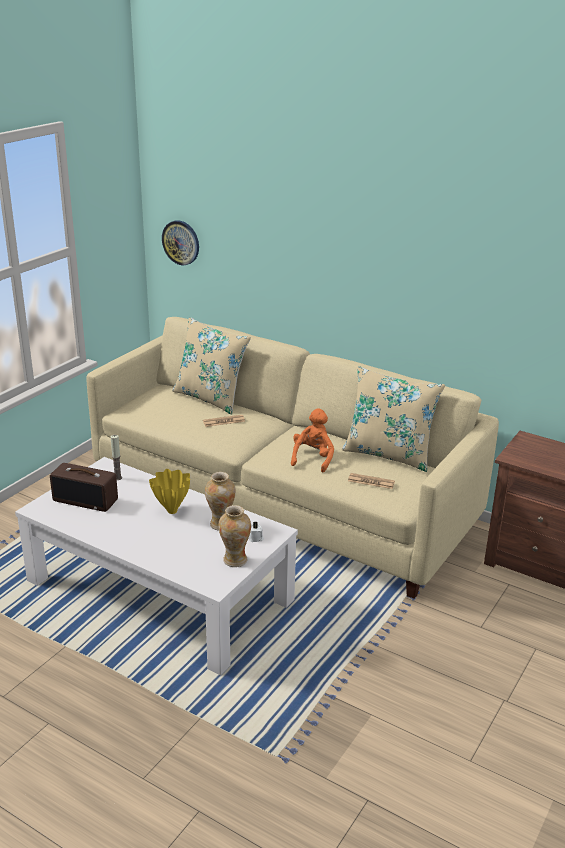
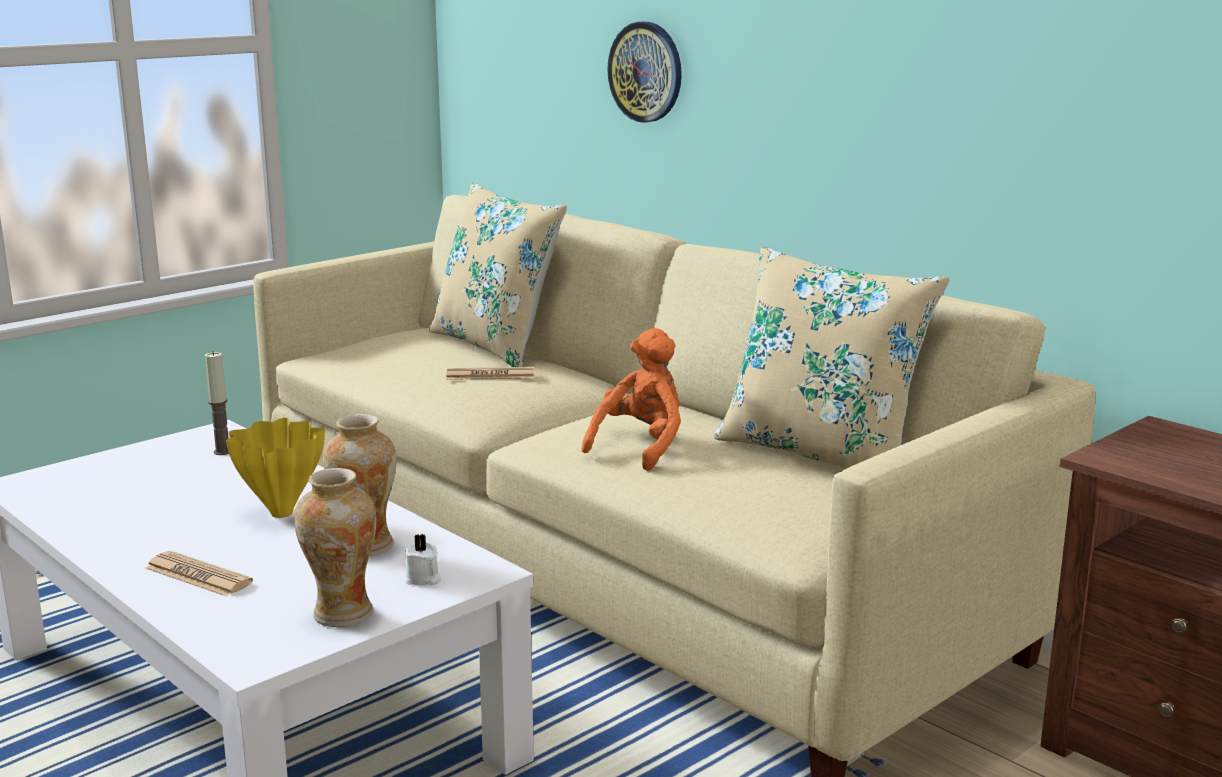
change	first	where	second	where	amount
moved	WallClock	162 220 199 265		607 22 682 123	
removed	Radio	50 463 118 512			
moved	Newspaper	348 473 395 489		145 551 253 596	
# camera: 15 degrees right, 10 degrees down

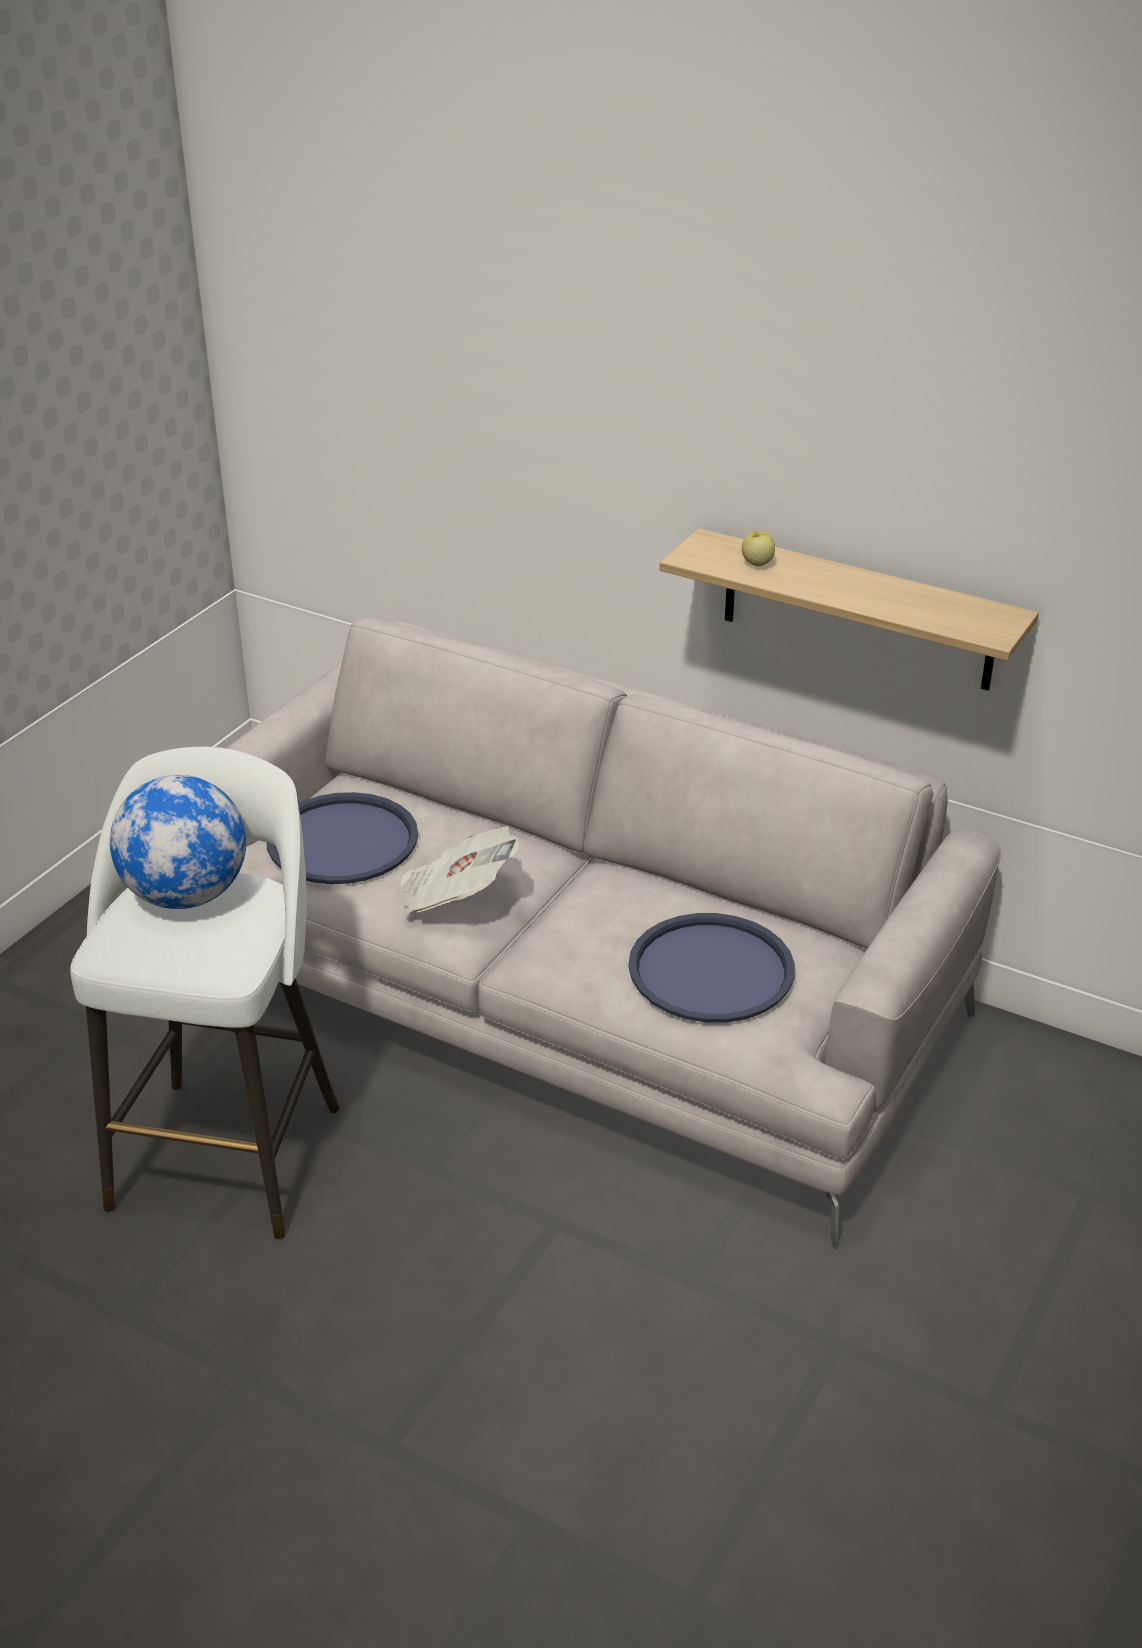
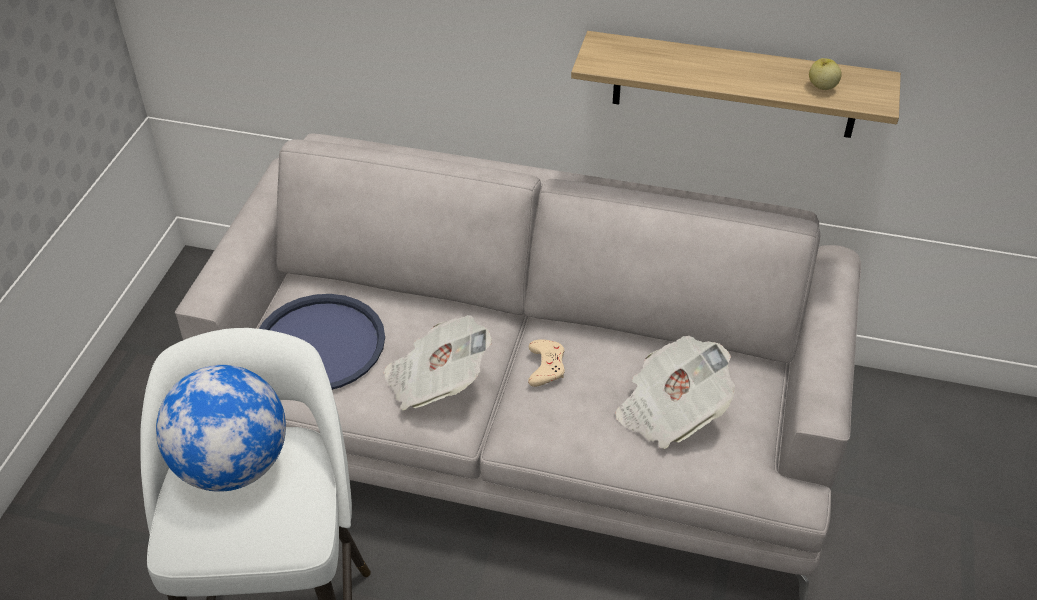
change	first	where	second	where	amount
moved	Apple	742 531 775 566		809 58 842 90	
replaced	BlueTray	628 913 795 1023	Newspaper	615 336 735 449	
added			BeigeGameController	528 339 565 387	
# camera: 15 degrees left, 10 degrees up

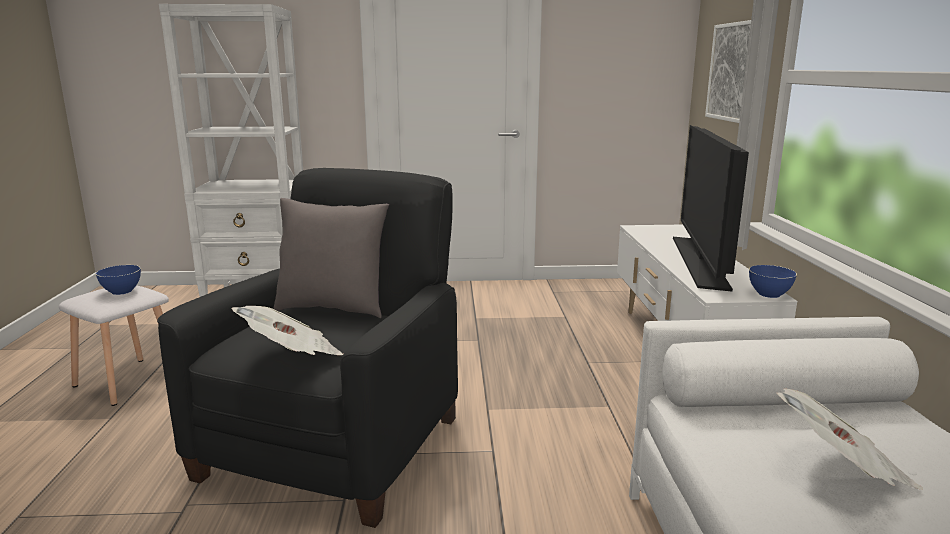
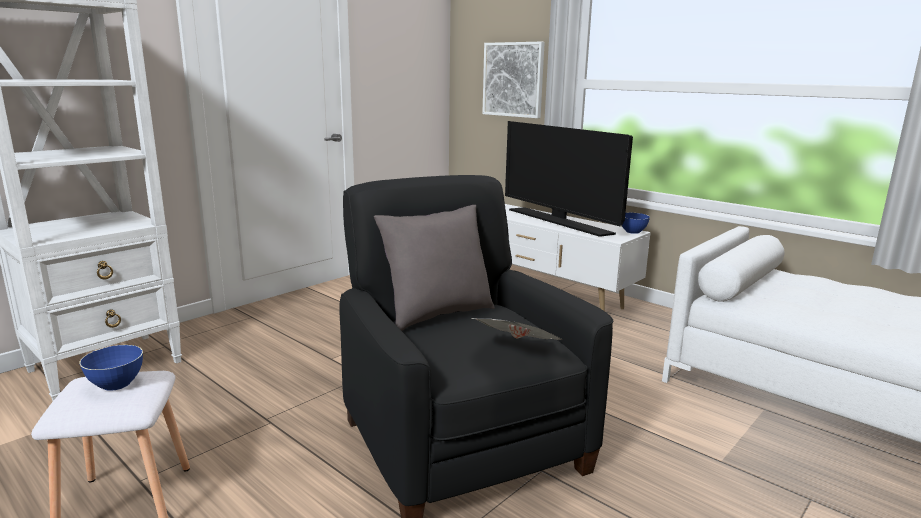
change	first	where	second	where	amount
removed	Newspaper	776 389 923 490			
# camera: 45 degrees left, 0 degrees up

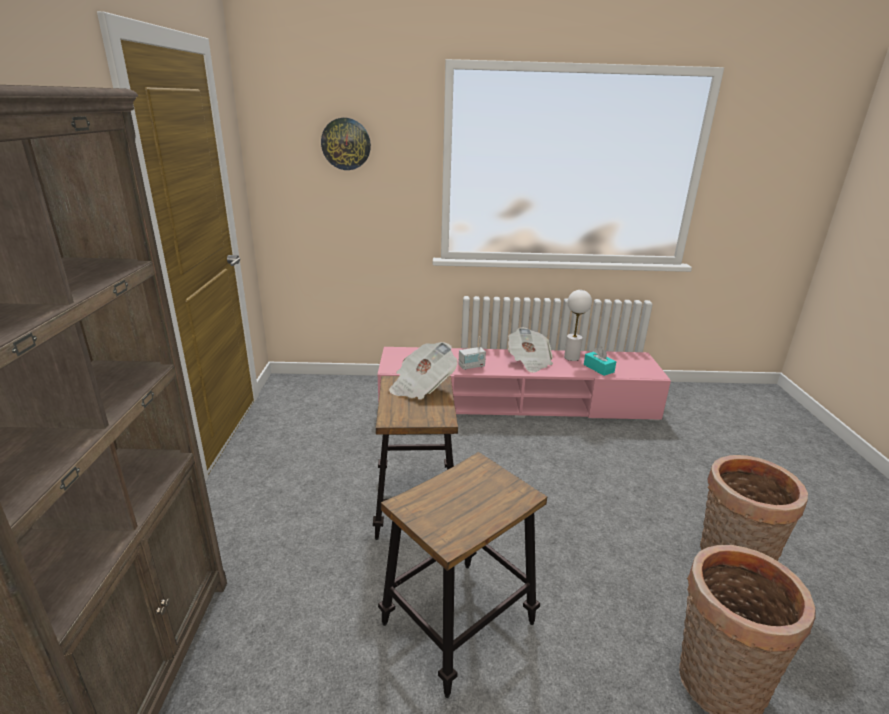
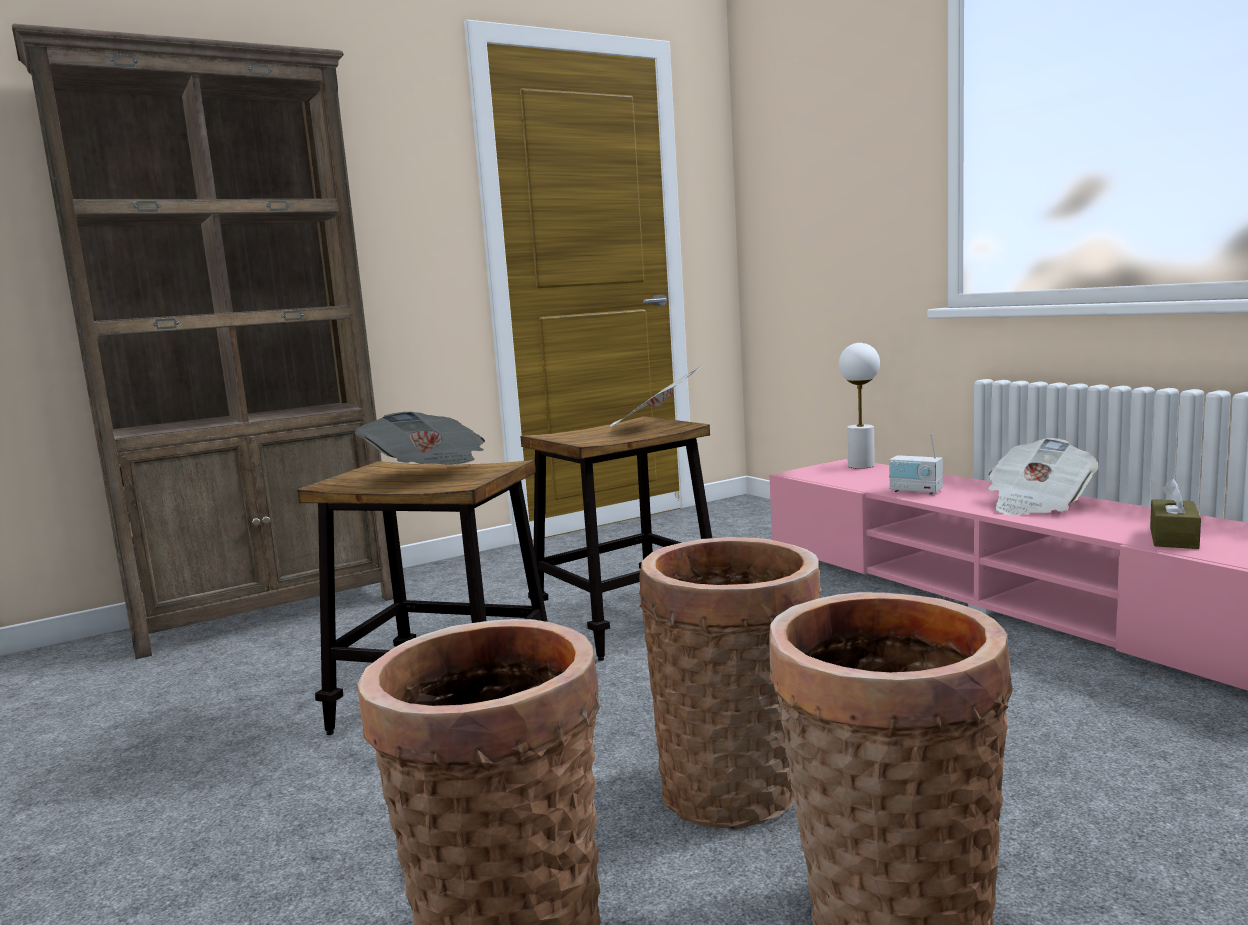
change	first	where	second	where	amount
removed	WallClock	321 118 371 170			
moved	WhiteTableLamp	564 290 592 361		839 343 880 469	
recoloured	TurquoiseTissueBox	584 347 616 376	BrownTissueBox	1150 479 1201 549	
added			Newspaper	355 412 485 465	
added			Basket	639 537 822 829	
# camera: 60 degrees right, 15 degrees down

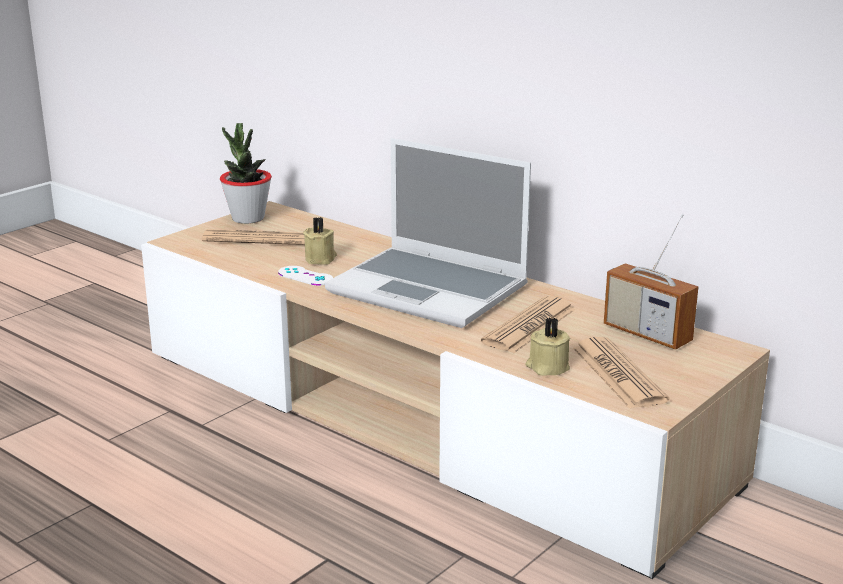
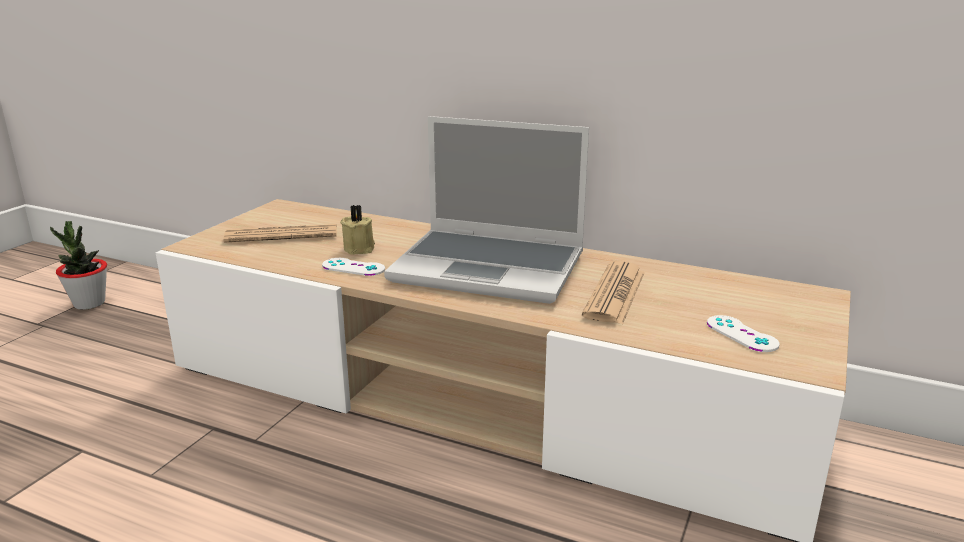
change	first	where	second	where	amount
moved	PottedPlant	220 123 272 224		50 221 107 310	
removed	Radio	604 214 698 349			
removed	BeigeCandle	526 317 570 376			
replaced	Newspaper	573 337 669 409	WhiteGameController	707 315 780 352	
# camera: 15 degrees left, 0 degrees up

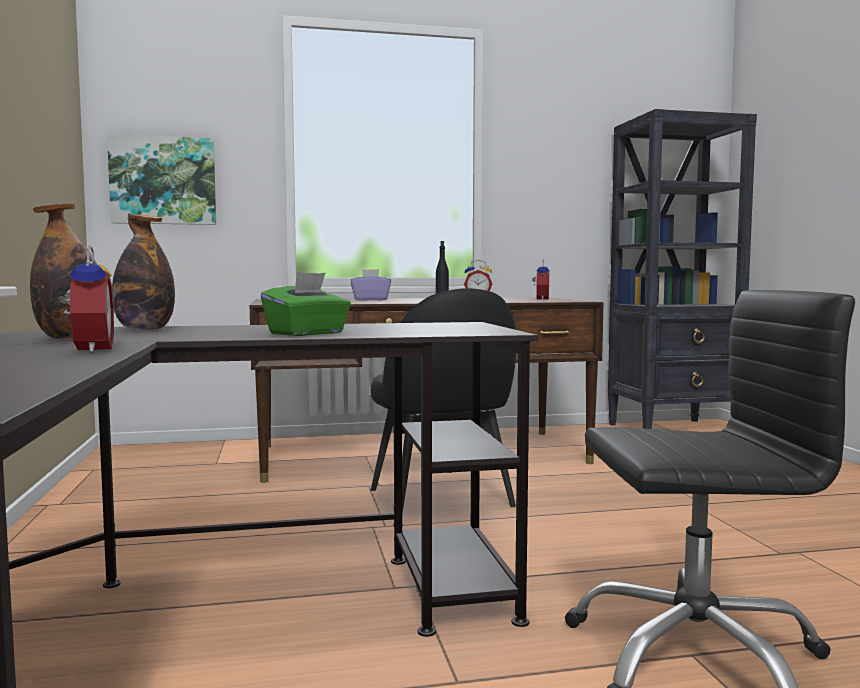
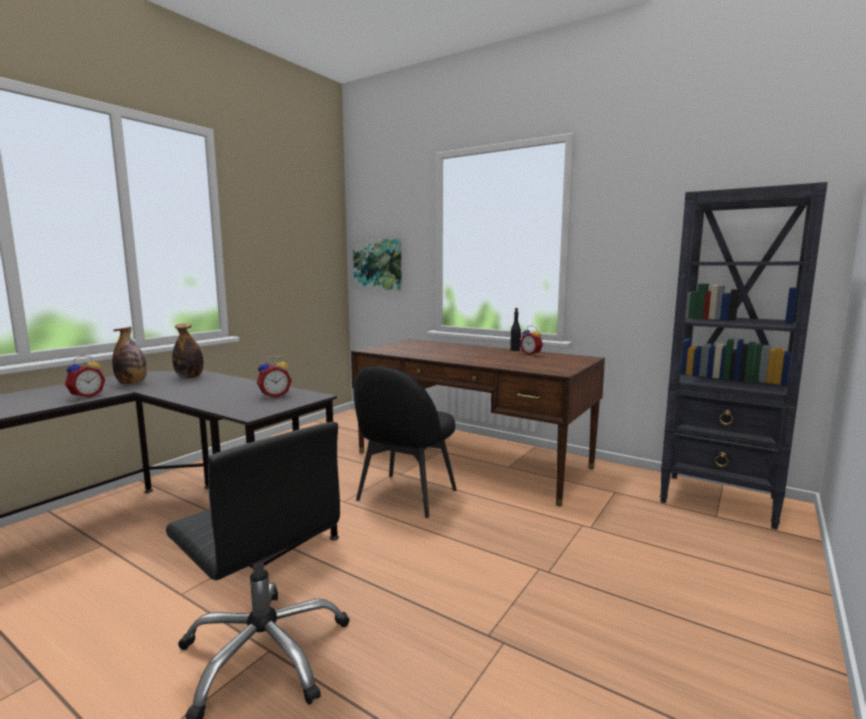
change	first	where	second	where	amount
moved	AlarmClock	532 259 549 300		257 355 292 398	
removed	PurpleTissueBox	351 269 391 301			
removed	GreenTissueBox	261 272 351 336			
# camera: 45 degrees right, 5 degrees up

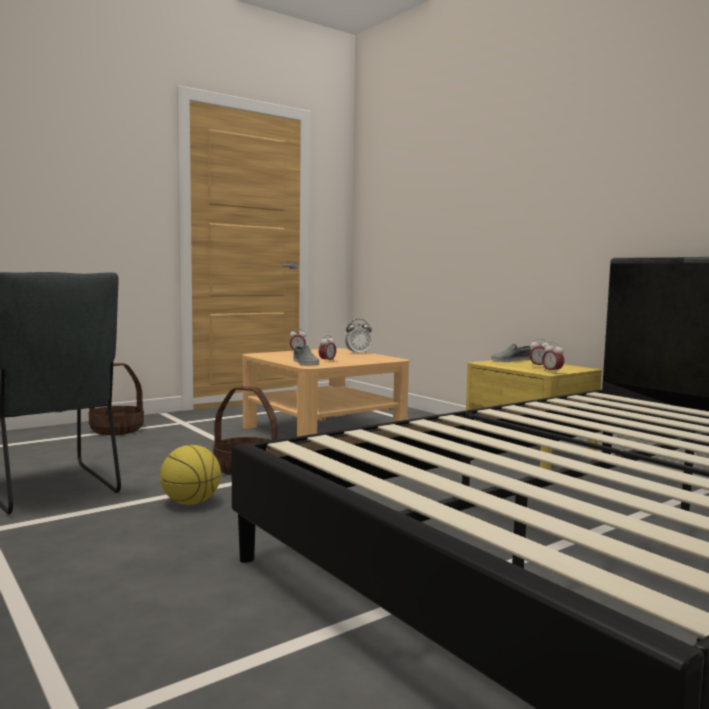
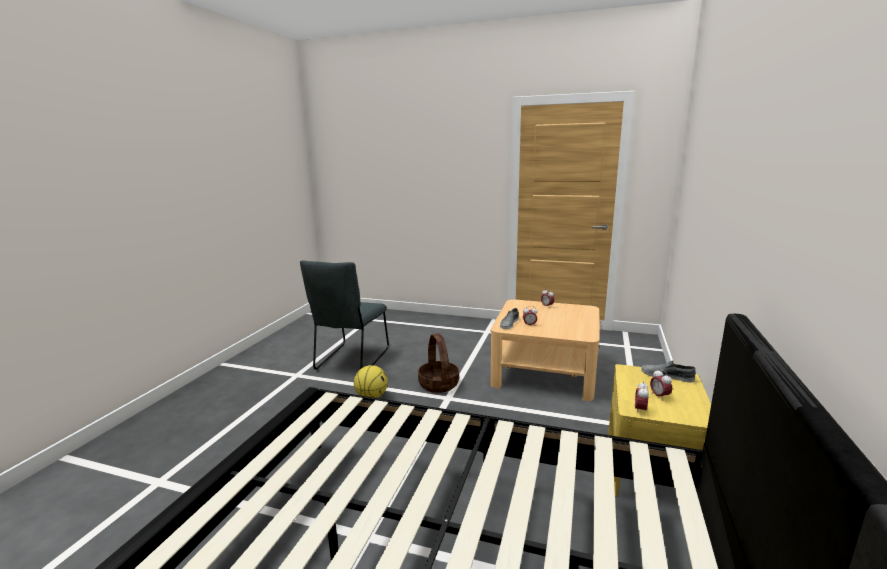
change	first	where	second	where	amount
removed	AlarmClock	345 319 372 355			
removed	Basket	89 363 144 435			
# camera: 55 degrees right, 10 degrees up

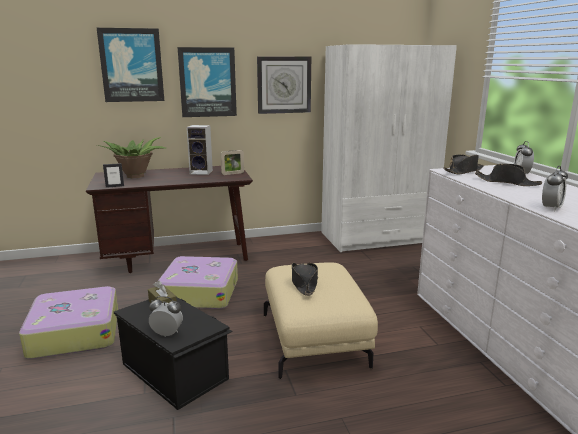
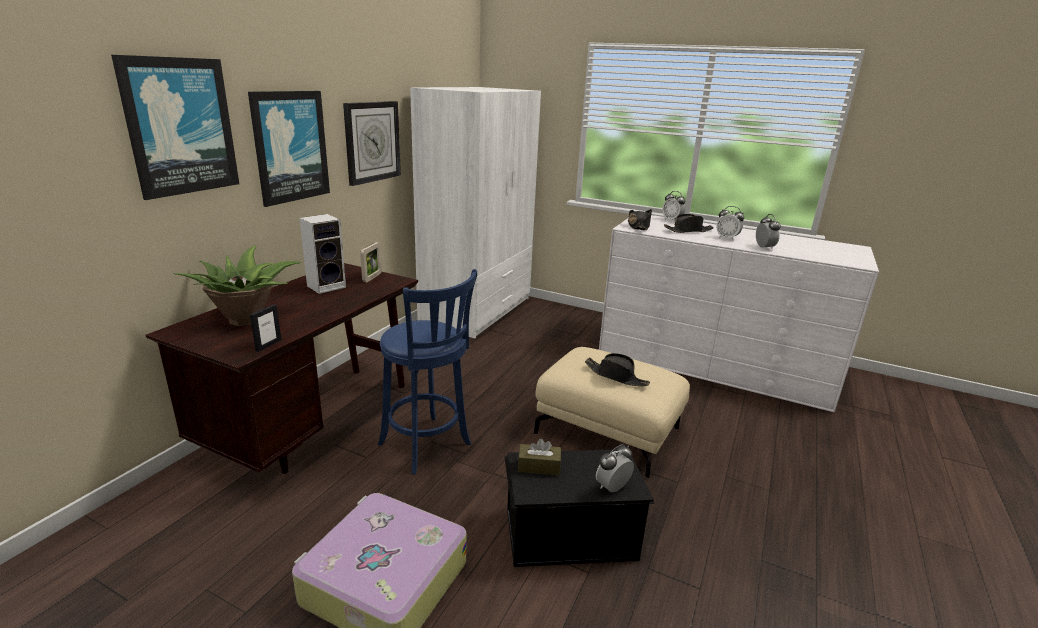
change	first	where	second	where	amount
replaced	Suitcase	159 256 238 309	BlueStool	378 269 477 474	
added			AlarmClock	716 206 744 240	
# camera: 50 degrees left, 5 degrees up

